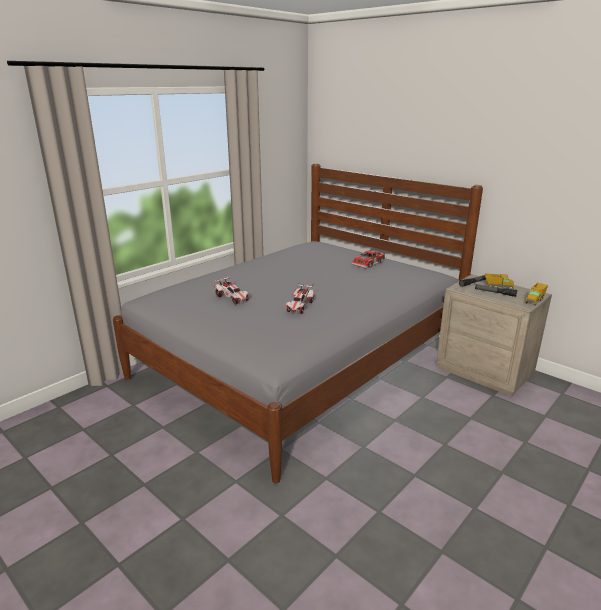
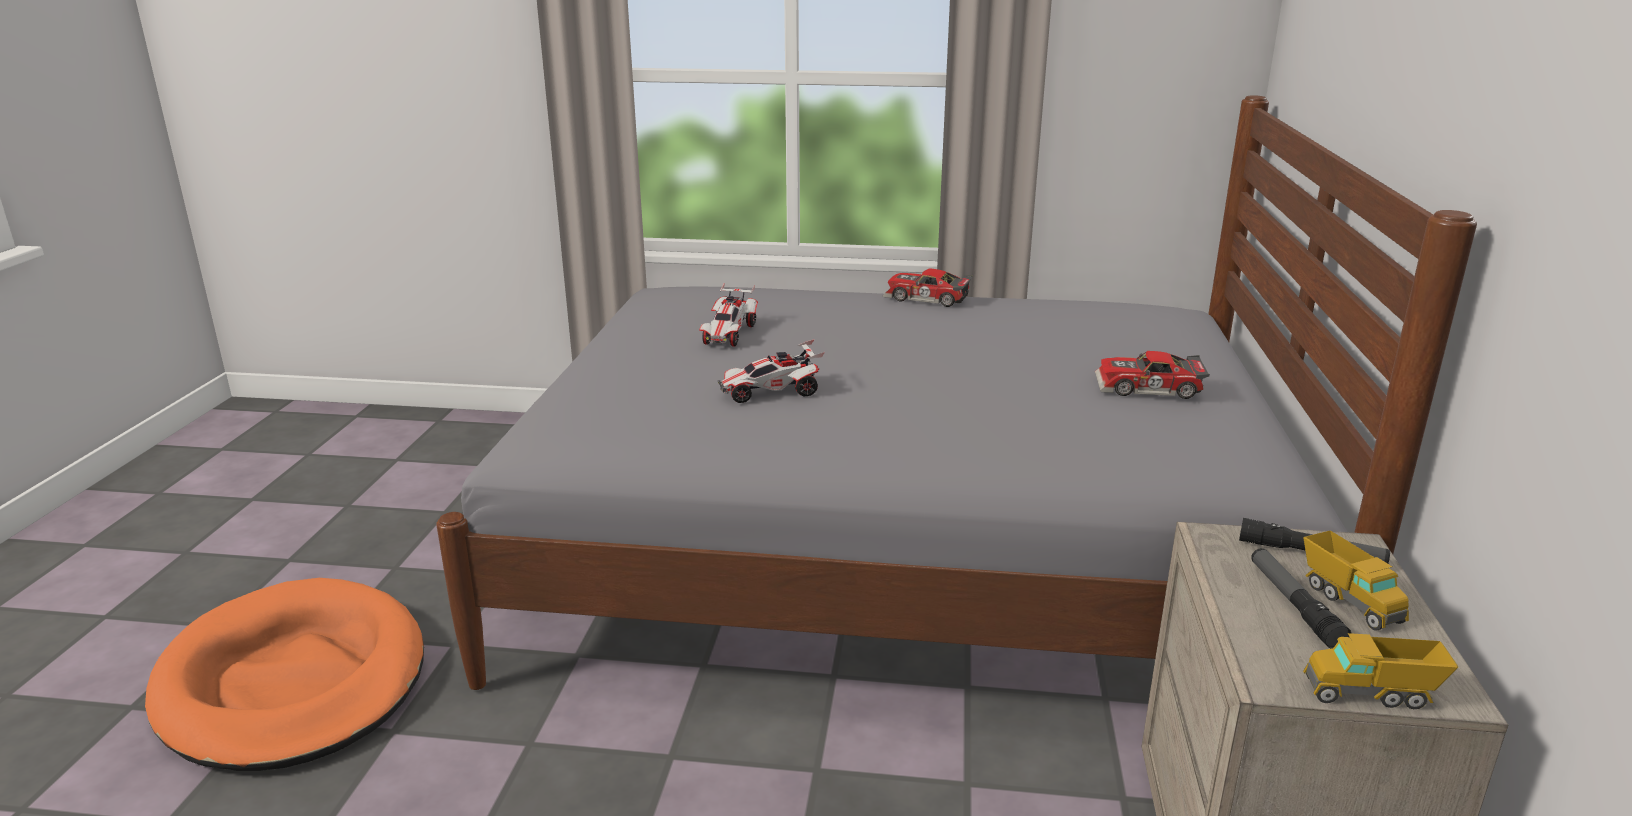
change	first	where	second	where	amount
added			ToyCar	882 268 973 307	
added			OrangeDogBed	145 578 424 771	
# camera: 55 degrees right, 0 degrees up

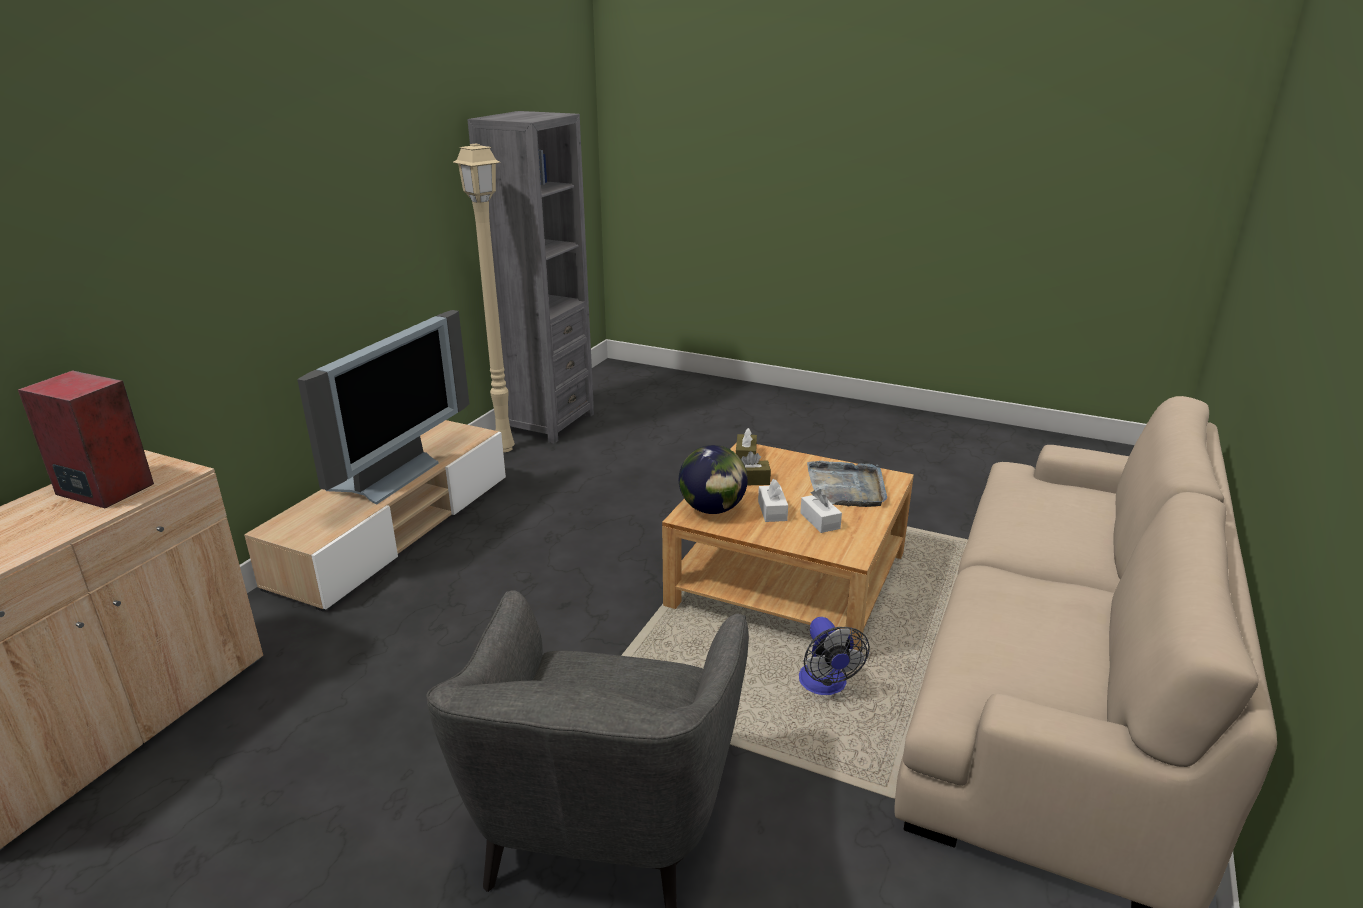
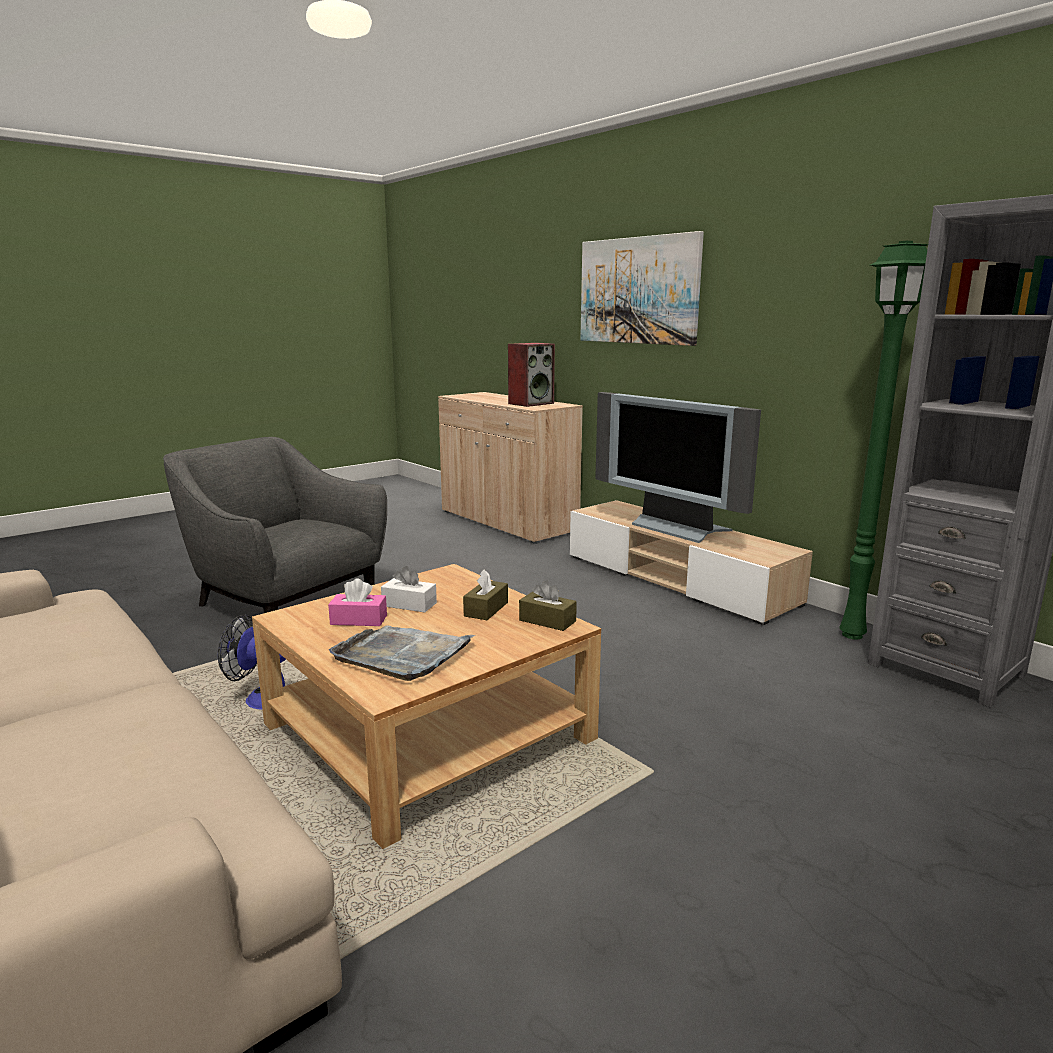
change	first	where	second	where	amount
recoloured	BeigeFloorLamp	453 143 515 452	GreenFloorLamp	839 241 928 640	
removed	Globe	679 445 748 514			
recoloured	WhiteTissueBox	800 489 842 533	PinkTissueBox	328 578 387 626	
added			Picture	580 231 704 346	
# camera: 115 degrees right, 10 degrees down

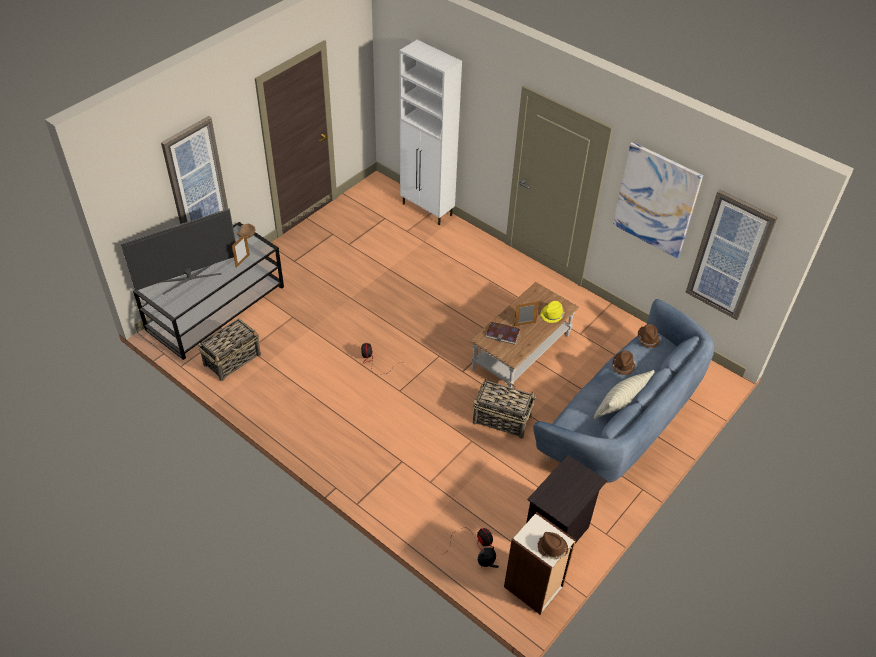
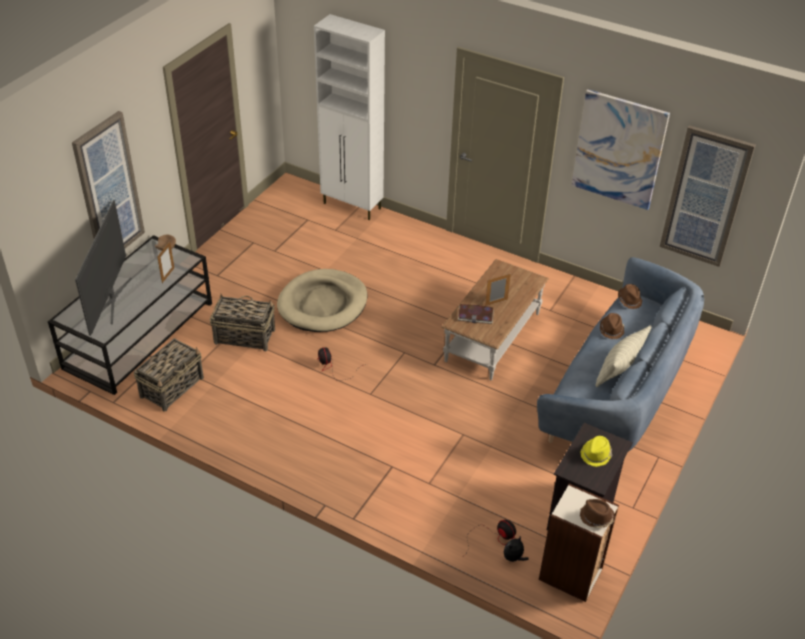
change	first	where	second	where	amount
turned	Television	121 208 236 295		75 200 132 336	45 degrees counterclockwise
moved	YellowHat	540 301 564 323		580 436 613 467	
moved	Basket	473 378 536 439		210 293 275 351	
added			BeigeDogBed	277 269 368 332	
# camera: 10 degrees left, 5 degrees down

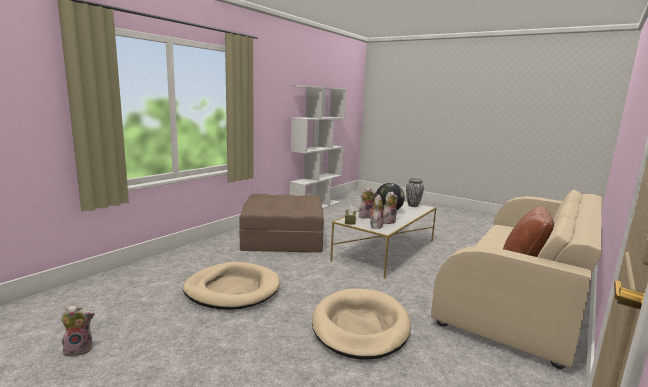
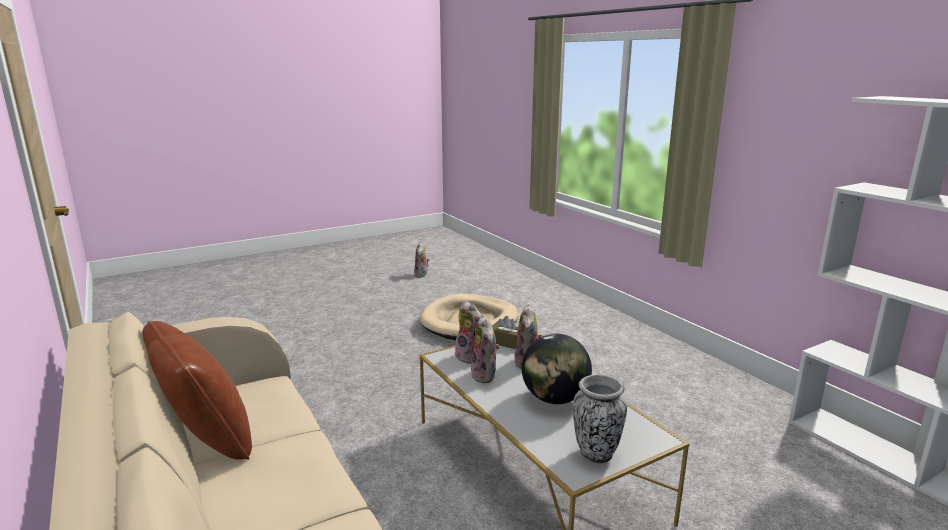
change	first	where	second	where	amount
removed	BrownOttoman	239 194 324 253			
removed	BeigeDogBed	312 289 411 360			
# camera: 115 degrees right, 5 degrees up

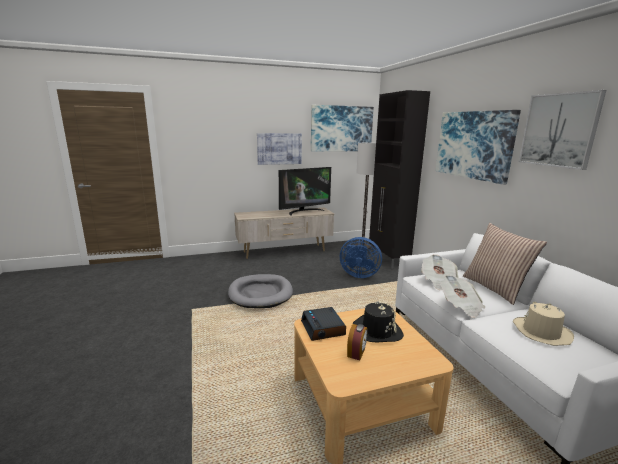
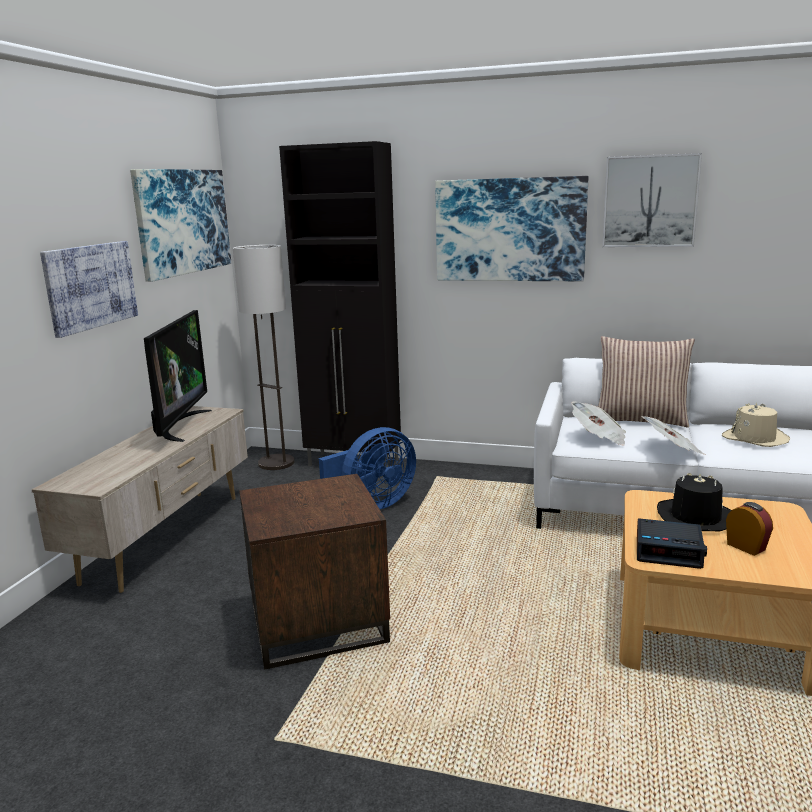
change	first	where	second	where	amount
replaced	GreyDogBed	228 274 293 308	BrownSideTable	239 474 390 670	
# camera: 55 degrees left, 0 degrees up

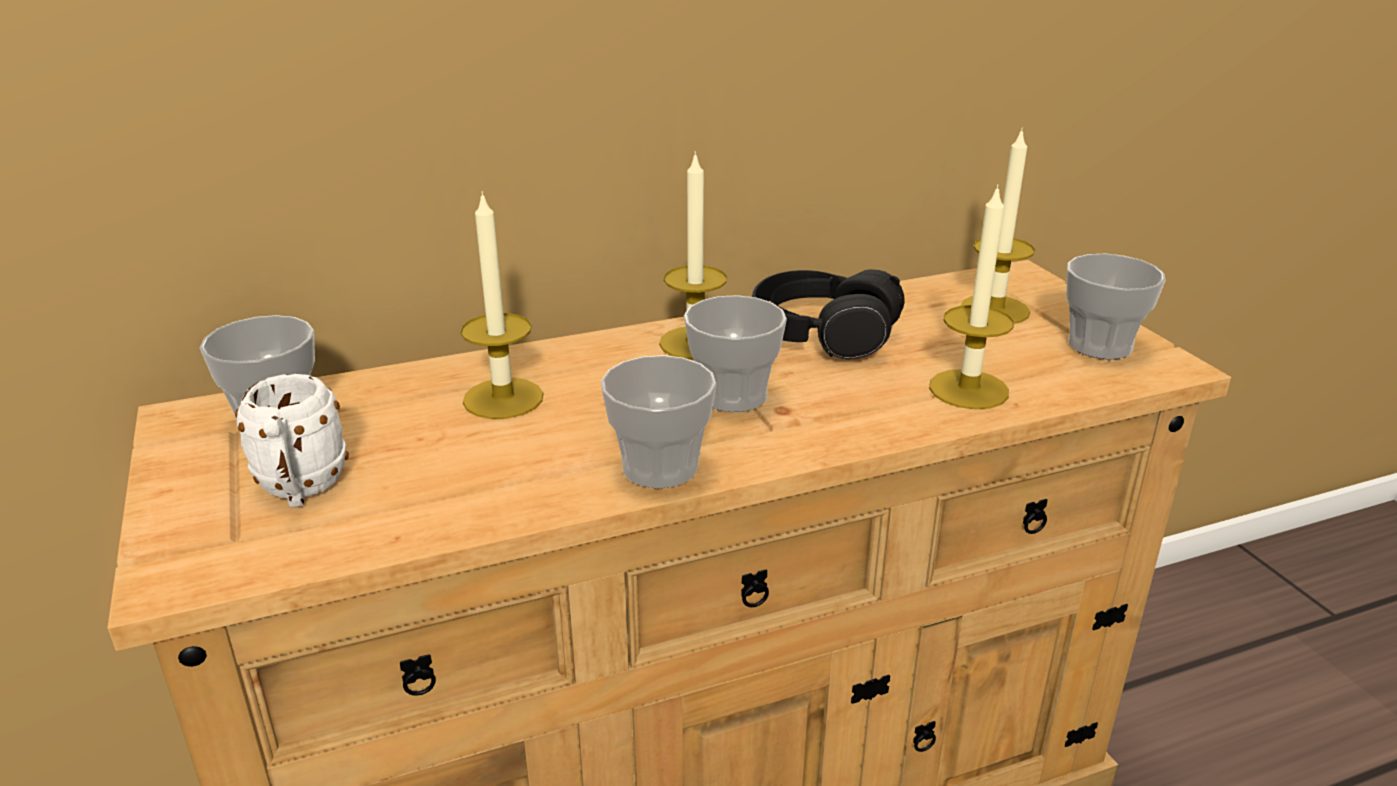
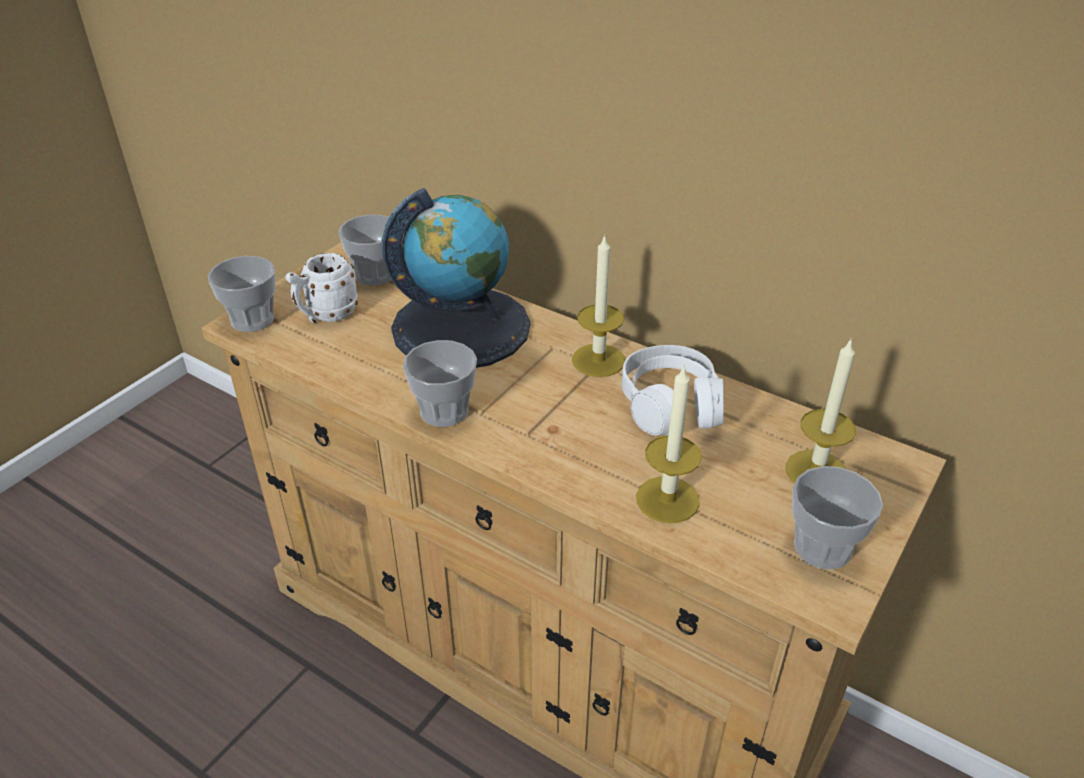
change	first	where	second	where	amount
replaced	Candle	460 191 543 419	Globe	382 188 531 368	
recoloured	BlackHeadphones	752 269 904 359	WhiteHeadphones	622 345 724 436	
moved	Cup	684 295 787 412		208 256 276 332	
# camera: 55 degrees right, 10 degrees up

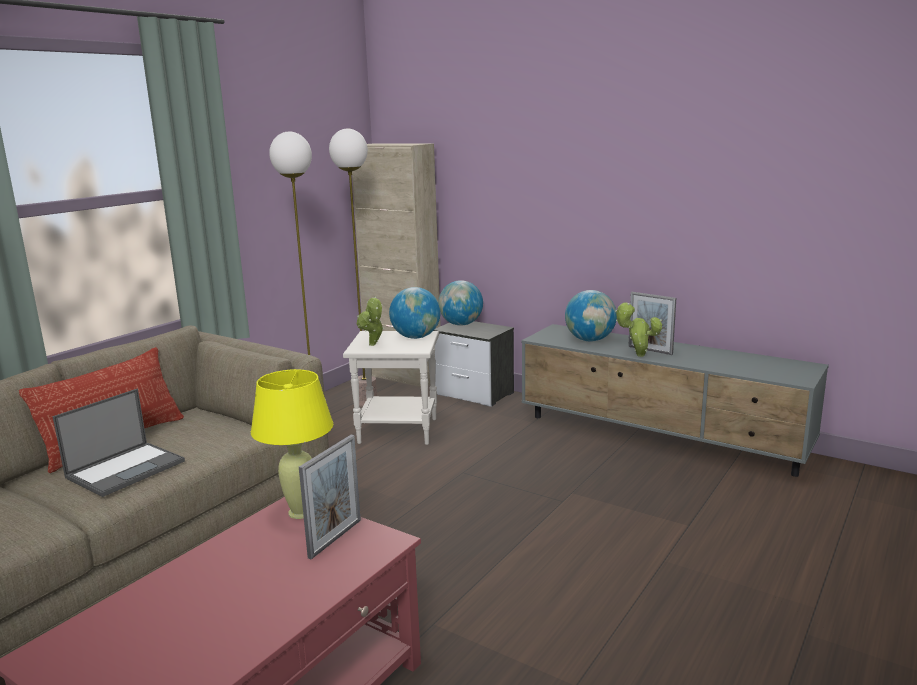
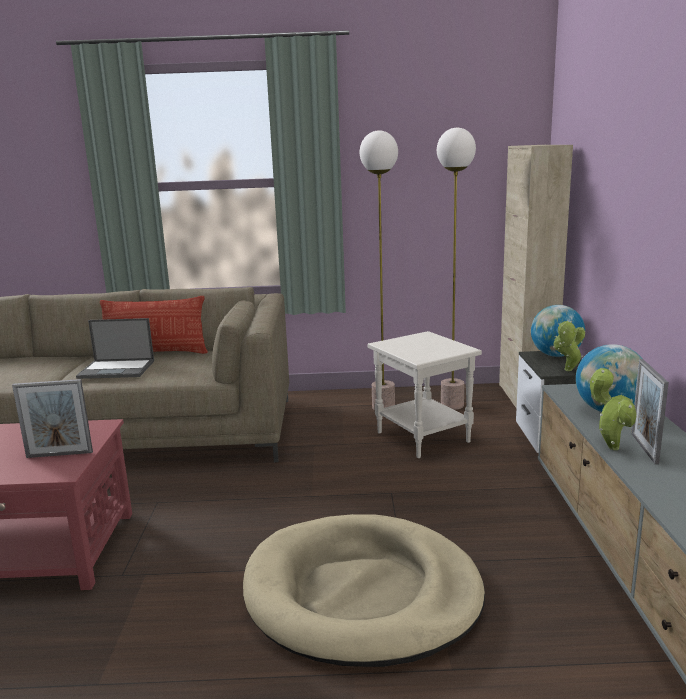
change	first	where	second	where	amount
removed	Globe	389 287 441 339			
moved	PottedPlant	357 296 384 346		553 320 585 371	
removed	YellowTableLamp	251 369 333 519			
added			BeigeDogBed	243 514 485 667	
# camera: 55 degrees right, 0 degrees up

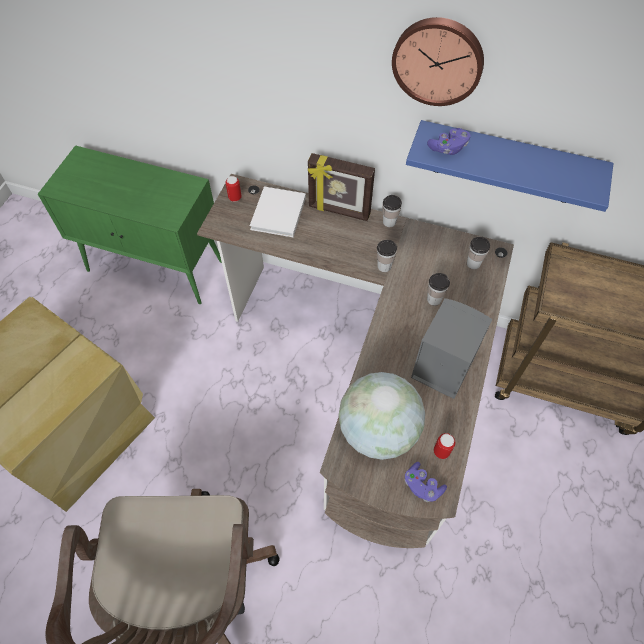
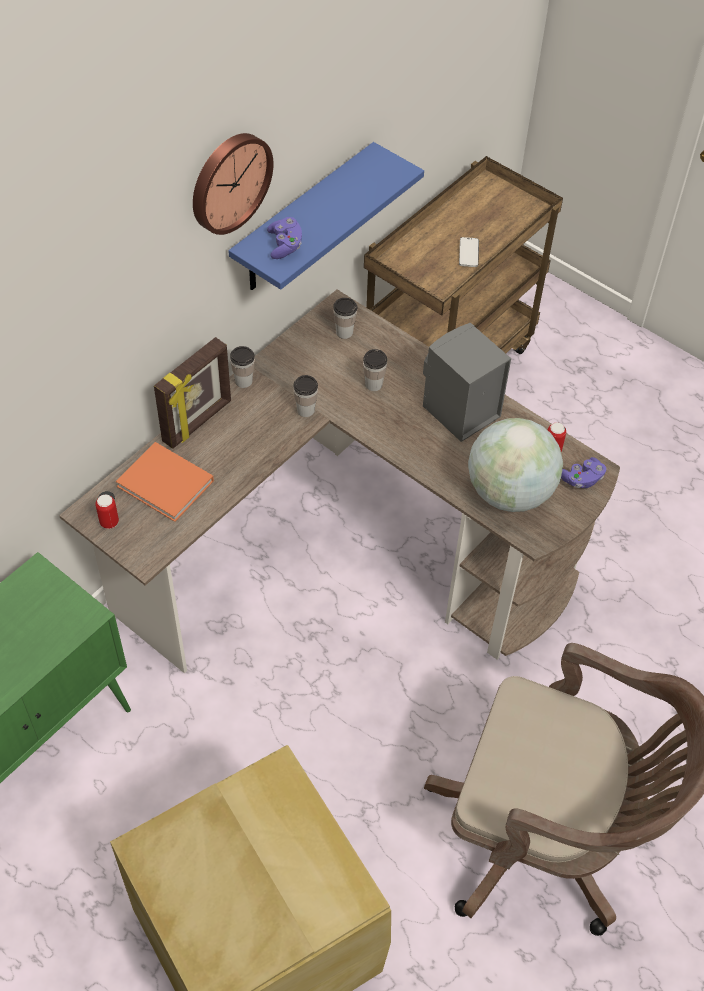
change	first	where	second	where	amount
recoloured	WhiteBook	250 187 306 237	OrangeBook	116 442 214 522	
added			Phone	459 237 479 267	
# camera: 70 degrees left, 5 degrees down

